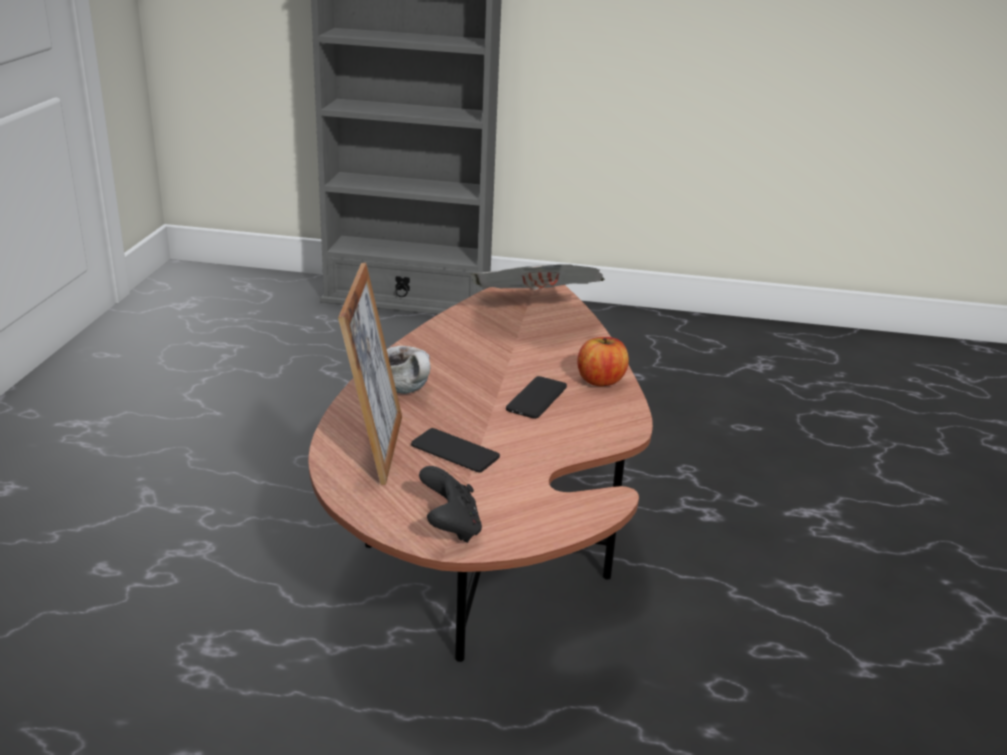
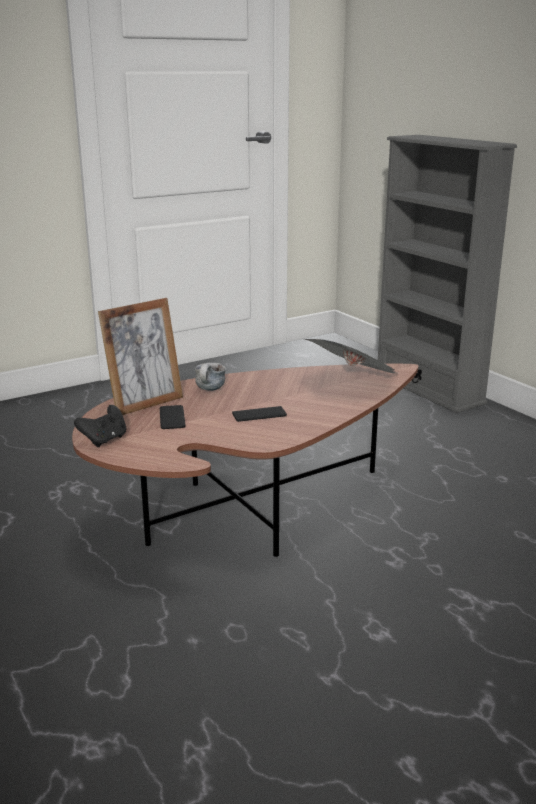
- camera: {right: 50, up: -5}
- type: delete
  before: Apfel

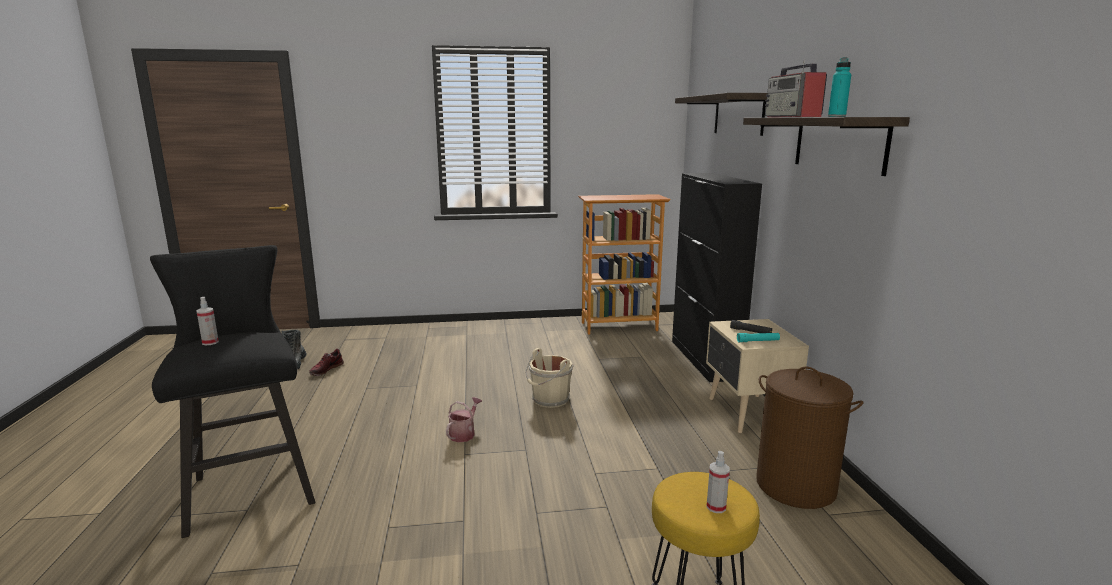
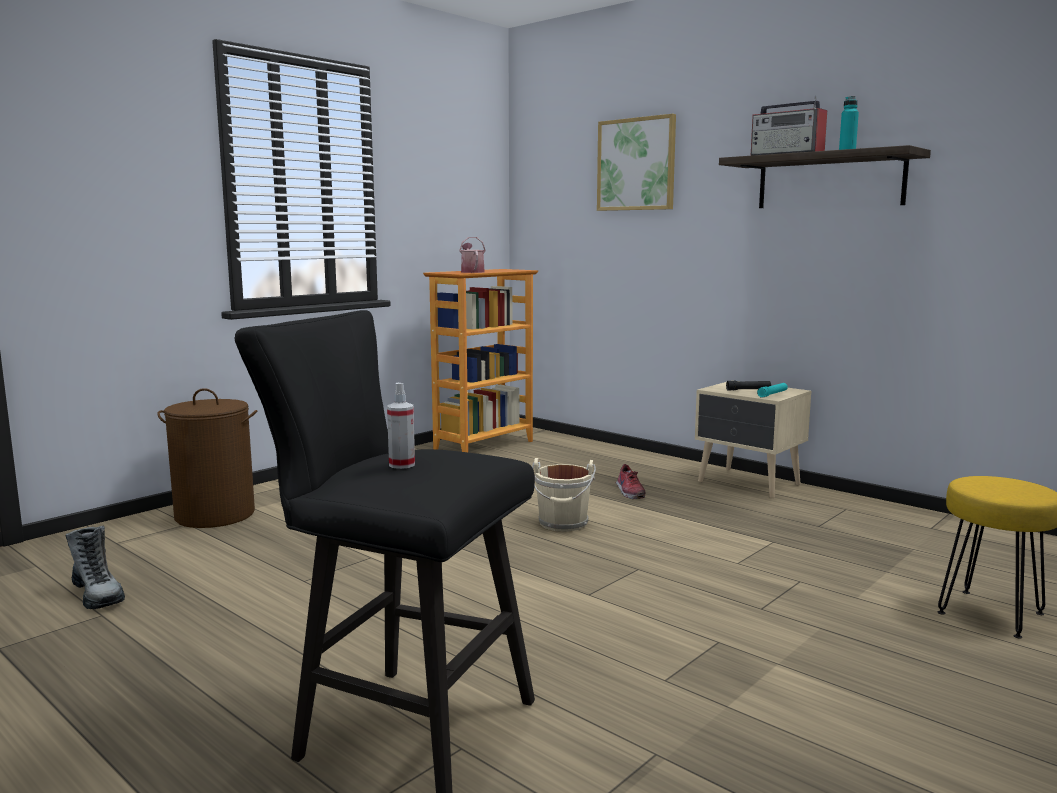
- camera: {right: -40, up: -5}
- type: delete
  before: Schrank/schwarz
- type: delete
  before: Sprühflasche (2nd from left)
- type: move
  before: Schuh
- type: move
  before: Gießkanne
- type: move
  before: Wäschekorb/braun
- type: replace
  before: Wandregal (1st from left)
  after: Bild

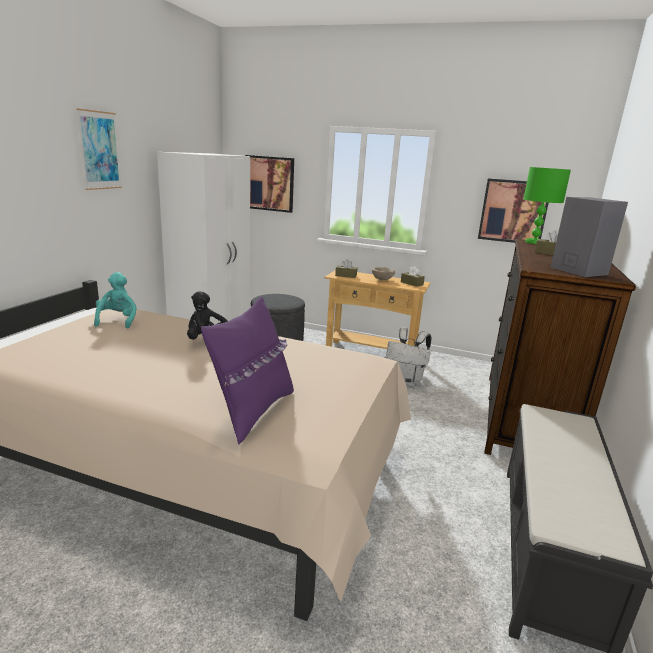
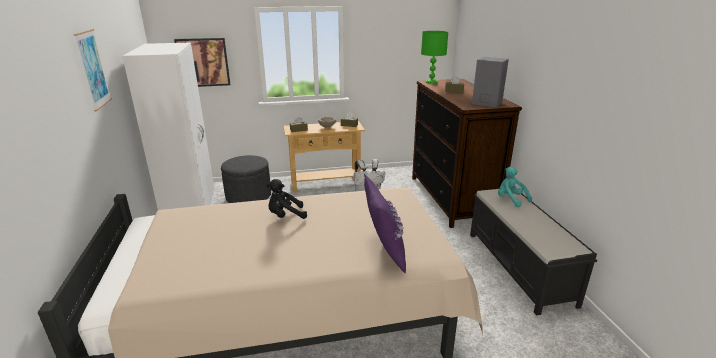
- camera: {right: -30, up: 5}
- type: delete
  before: Bild (3rd from left)
- type: move
  before: Plüschtier/türkis

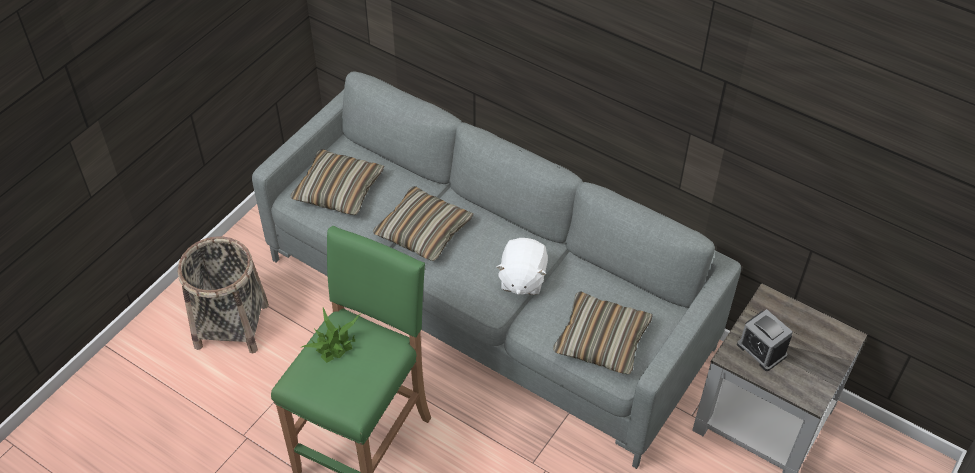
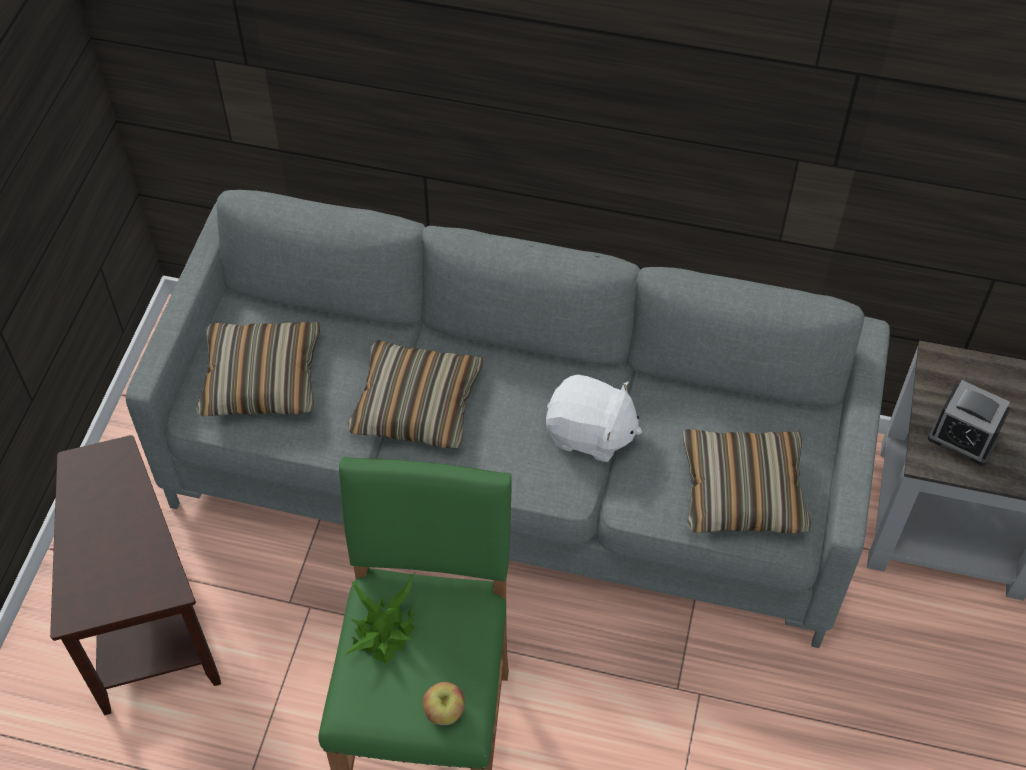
- camera: {right: -20, up: 5}
- type: insert
  after: Apfel
- type: replace
  before: Korb
  after: Beistelltisch/braun
- type: rotate
  before: Plüschtier/weiß
  turn: -60

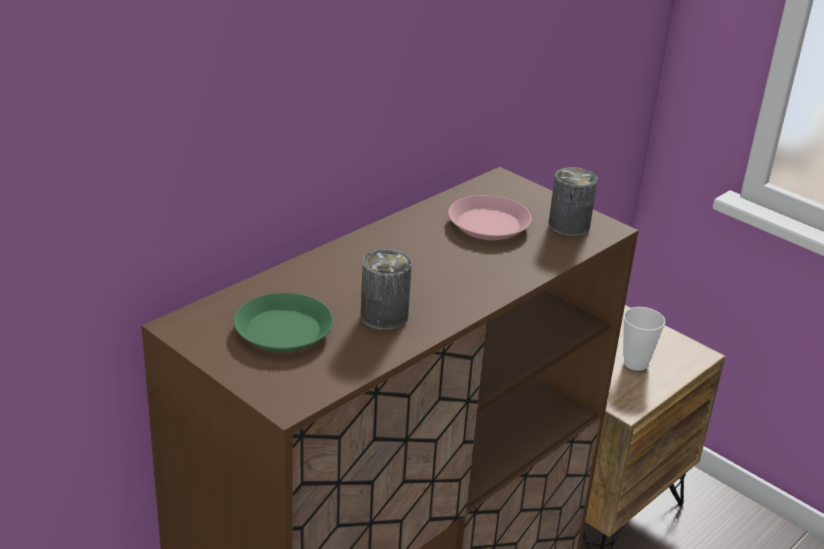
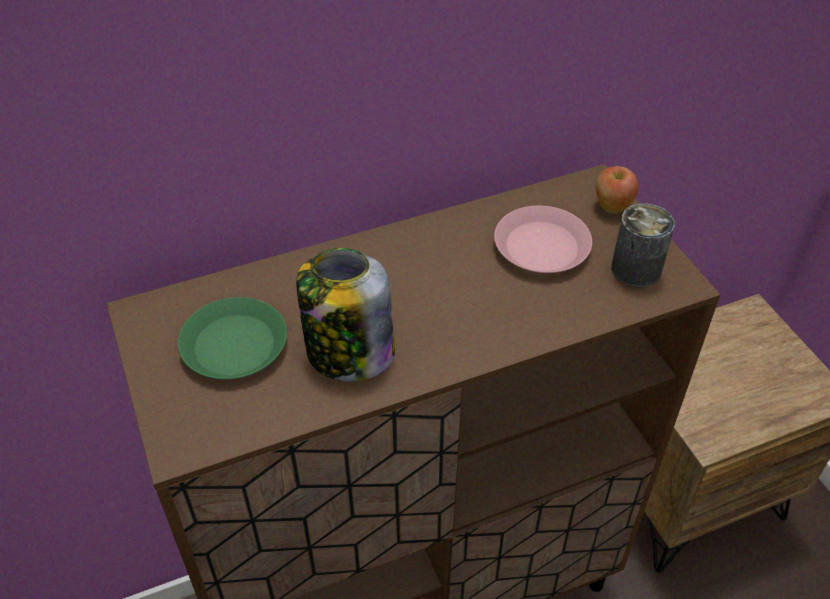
- camera: {right: 25, up: 15}
- type: delete
  before: Tasse
- type: insert
  after: Apfel
- type: replace
  before: Dose (1st from left)
  after: Vorratsglas

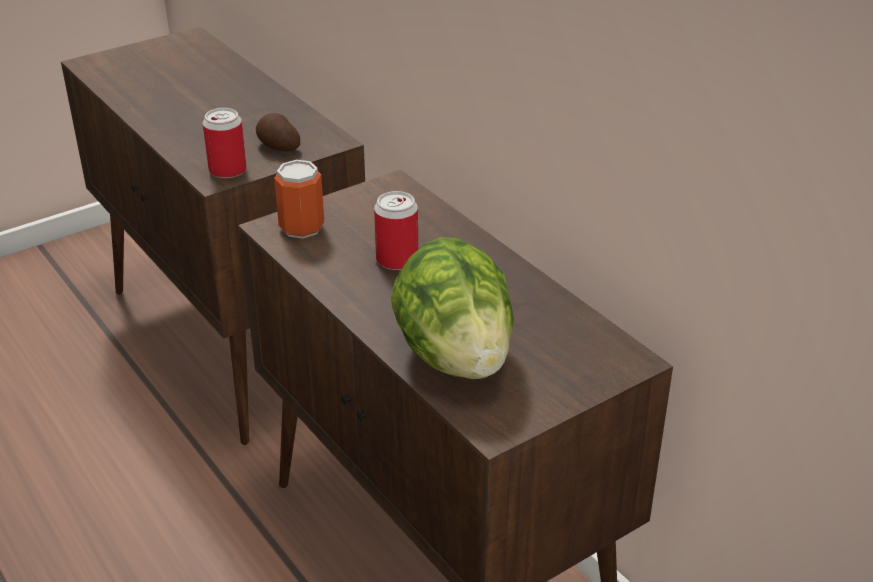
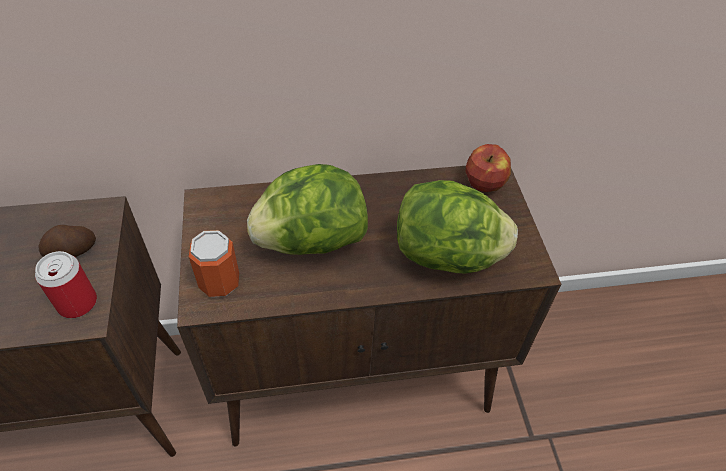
- camera: {right: -65, up: 15}
- type: insert
  after: Apfel
- type: replace
  before: Dose (3rd from left)
  after: Salatkopf (1st from left)

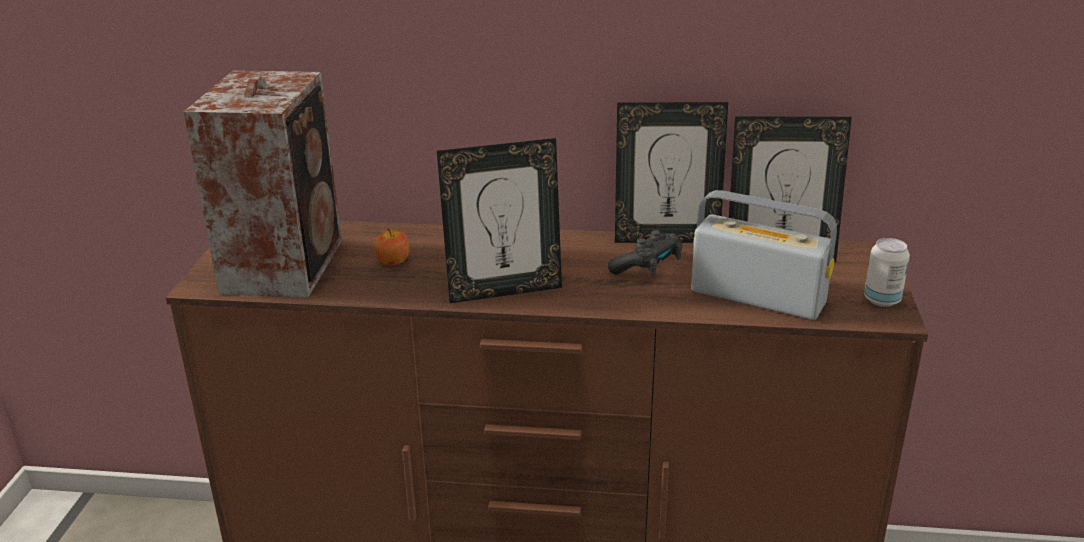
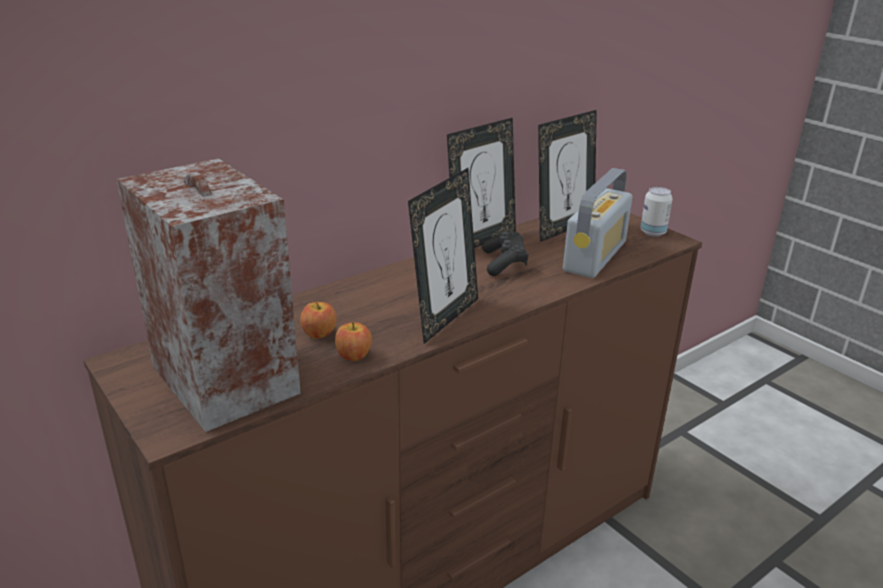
- camera: {right: -45, up: 0}
- type: insert
  after: Apfel (2nd from left)
- type: rotate
  before: Radio
  turn: 135

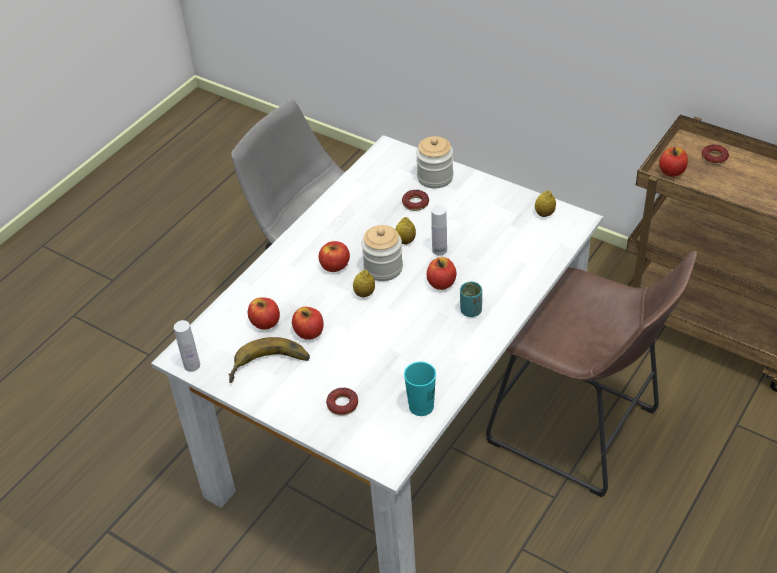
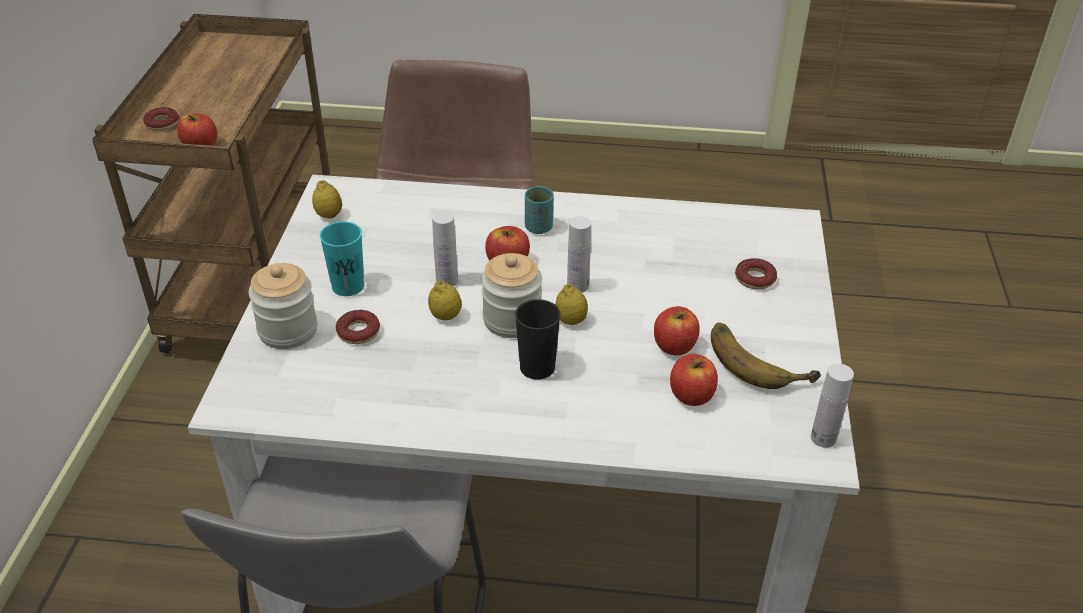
- camera: {right: -120, up: -5}
- type: insert
  after: Flasche/weiß (2nd from left)
- type: move
  before: Tasse/türkis (1st from left)
- type: replace
  before: Apfel (3rd from left)
  after: Tasse/schwarz

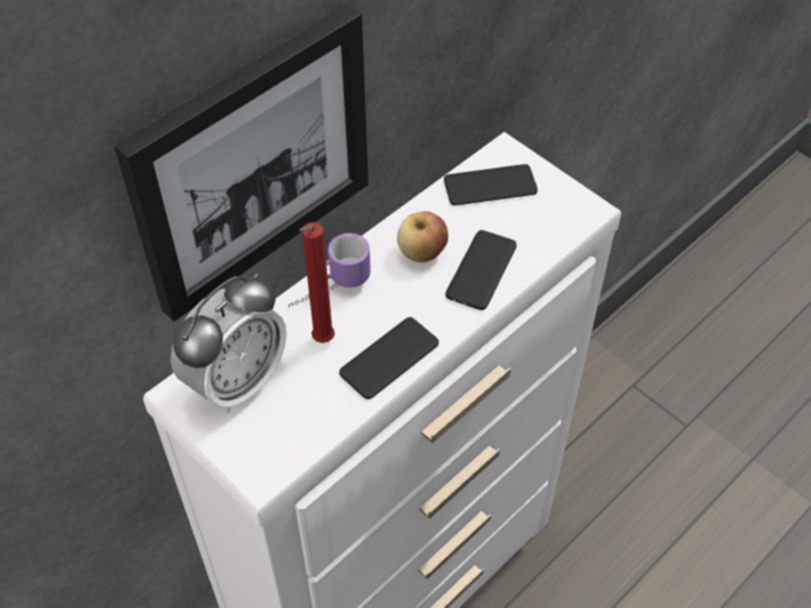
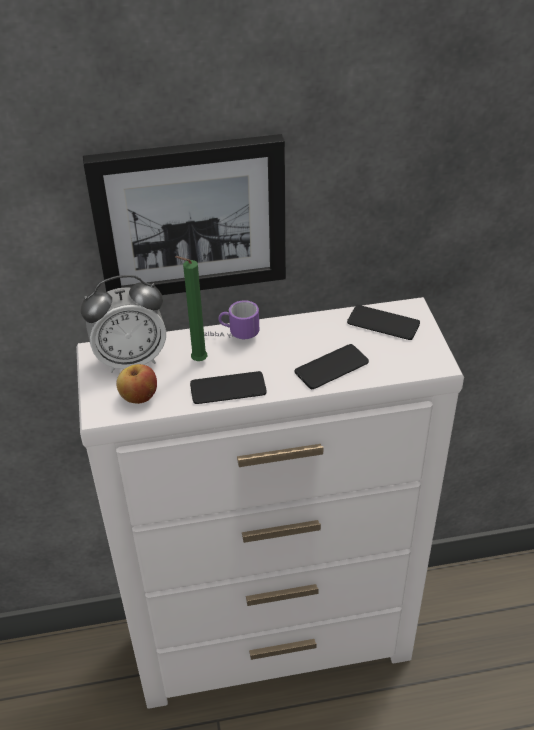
- camera: {right: 35, up: -10}
- type: move
  before: Apfel
- type: recolor
  before: Kerze/rot
  after: Kerze/grün

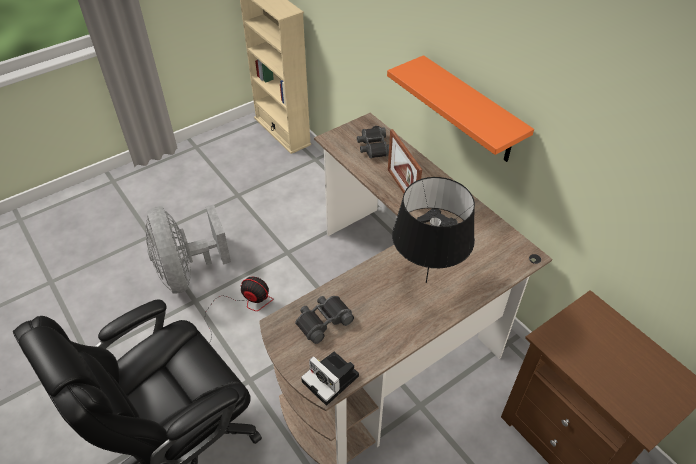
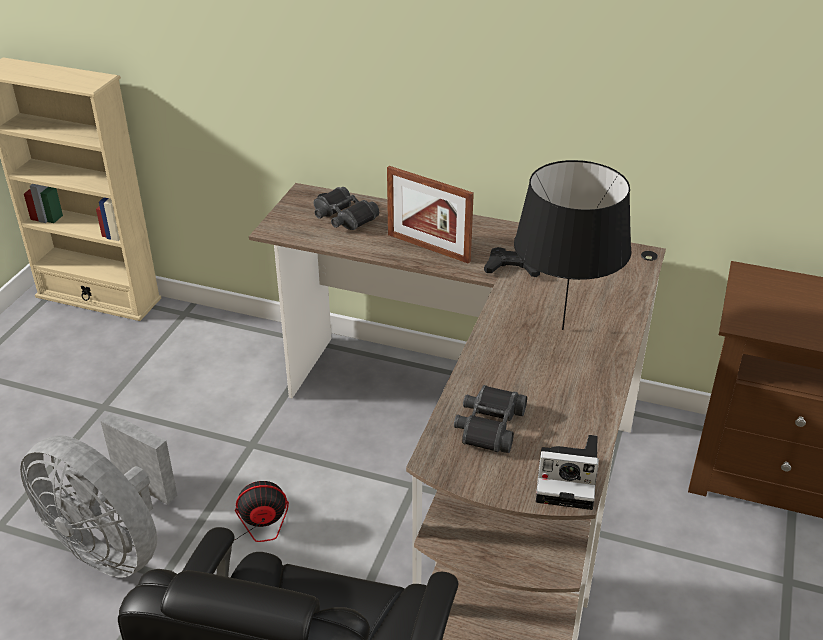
- camera: {right: -35, up: -10}
- type: delete
  before: Wandregal/orange

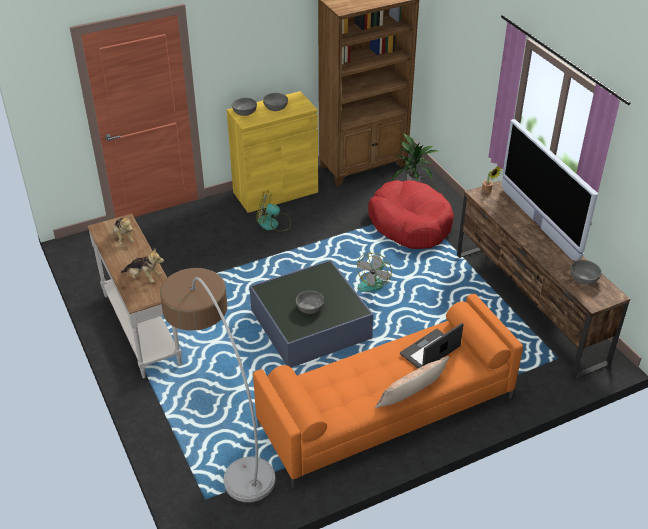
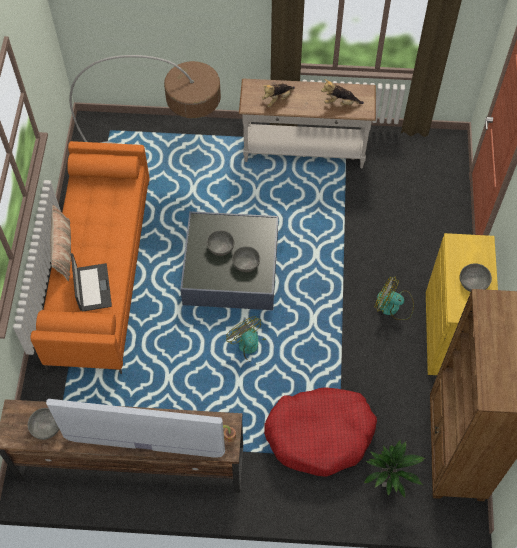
- camera: {right: 120, up: 20}
- type: move
  before: Schüssel/grau (1st from left in the first image)
  after: Schüssel/grau (3rd from left)
- type: rotate
  before: Ventilator (1st from left in the first image)
  turn: -105

